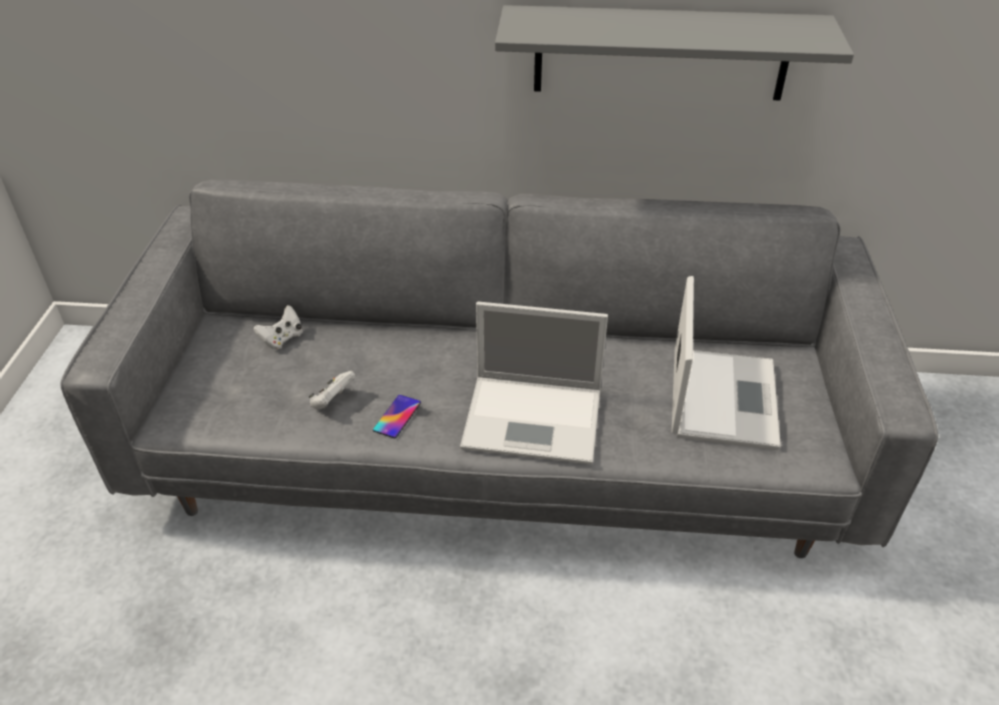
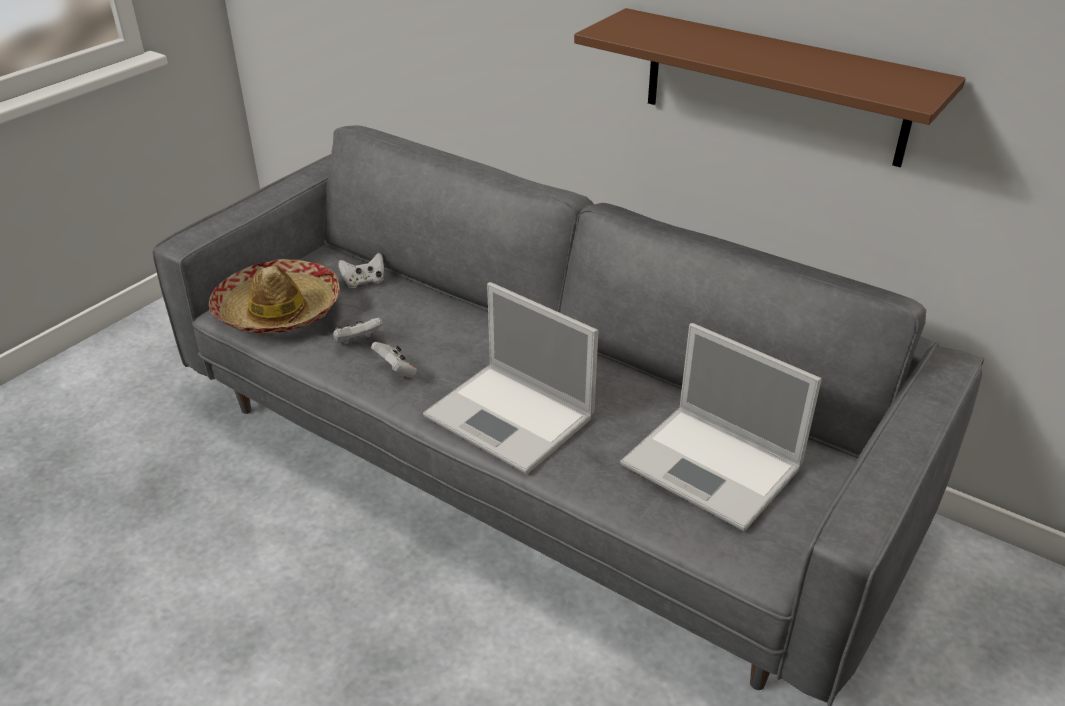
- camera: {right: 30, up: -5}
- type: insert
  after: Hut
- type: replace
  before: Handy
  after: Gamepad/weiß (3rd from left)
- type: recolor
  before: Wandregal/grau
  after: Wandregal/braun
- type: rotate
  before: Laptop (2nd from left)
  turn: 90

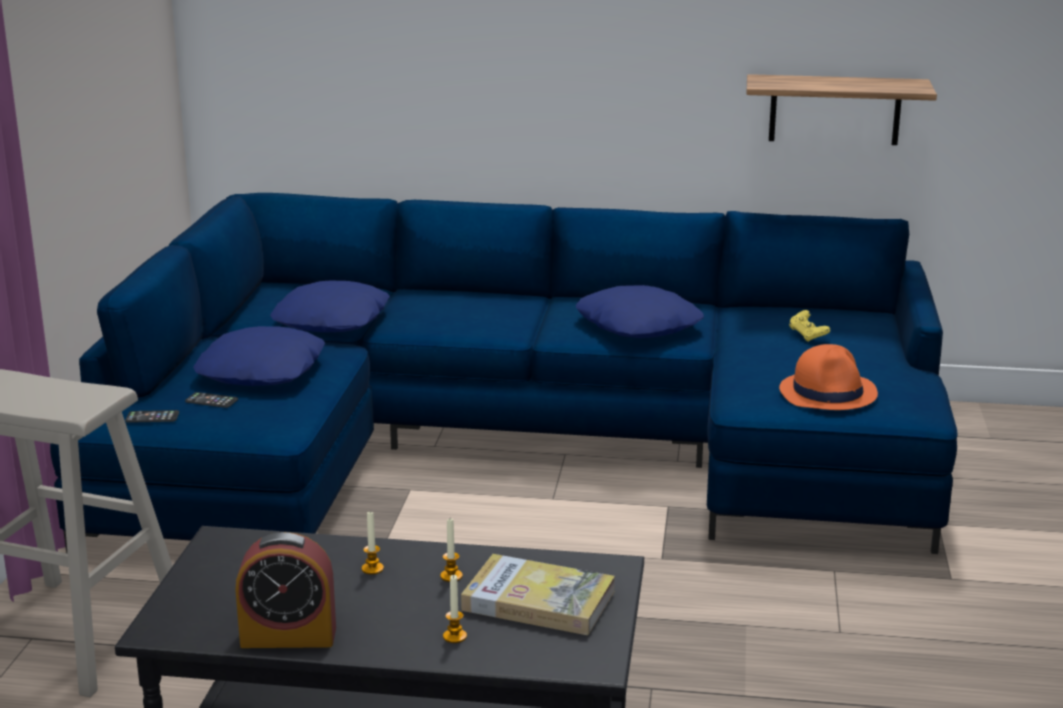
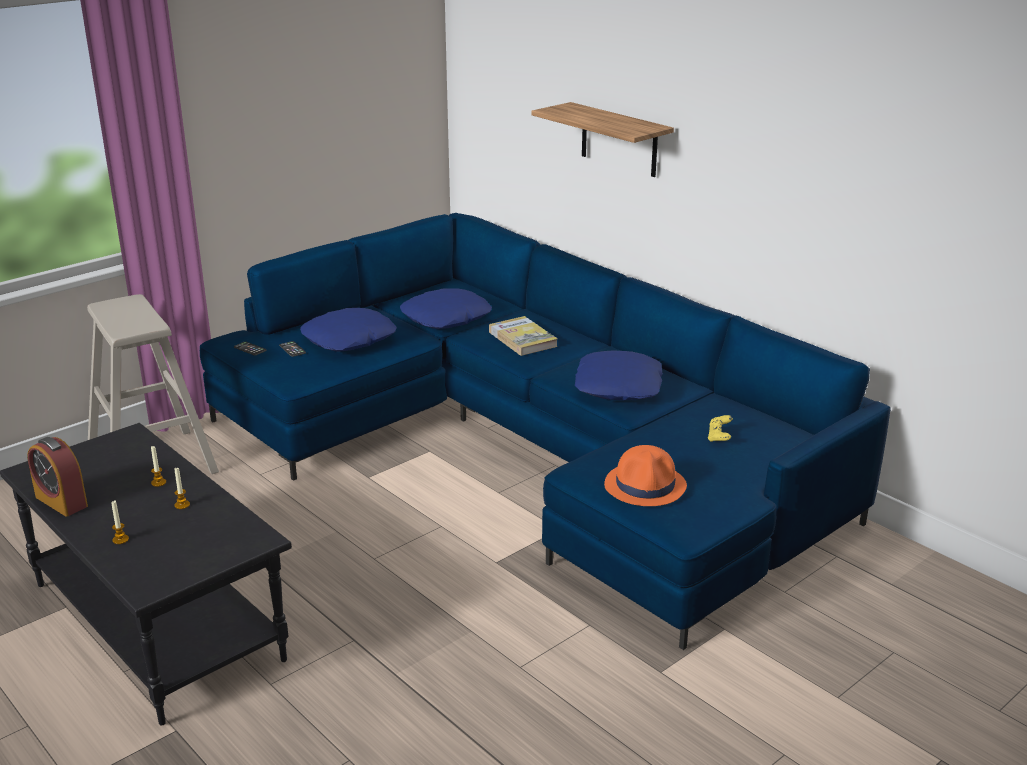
- camera: {right: 40, up: 5}
- type: move
  before: Buch
- type: move
  before: Wandregal

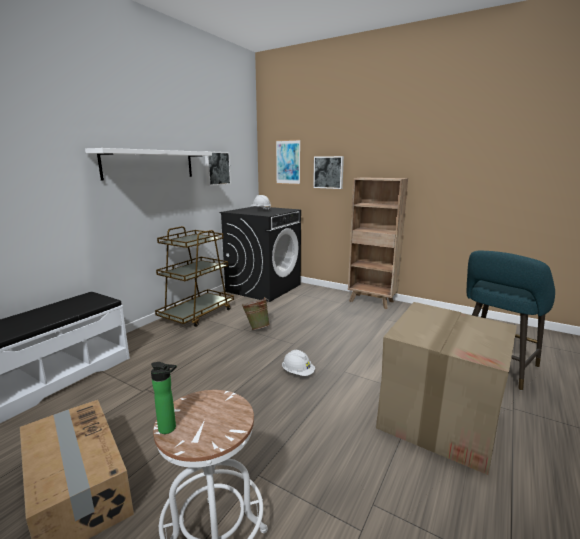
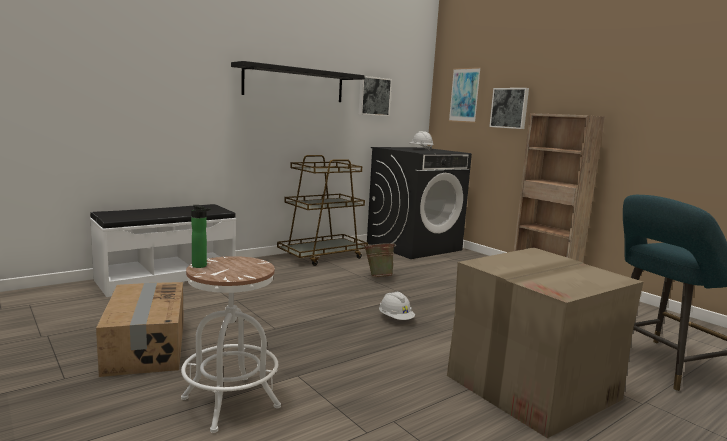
- camera: {right: 20, up: -5}
- type: recolor
  before: Wandregal/weiß
  after: Wandregal/schwarz

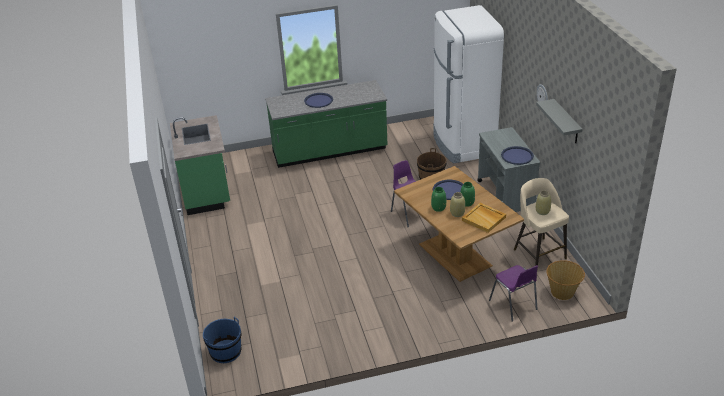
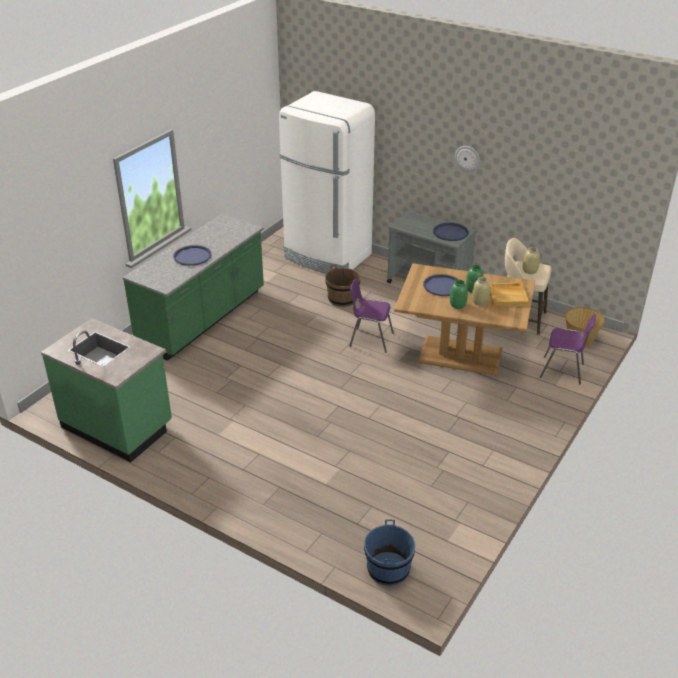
- camera: {right: -45, up: 0}
- type: delete
  before: Wandregal/grau

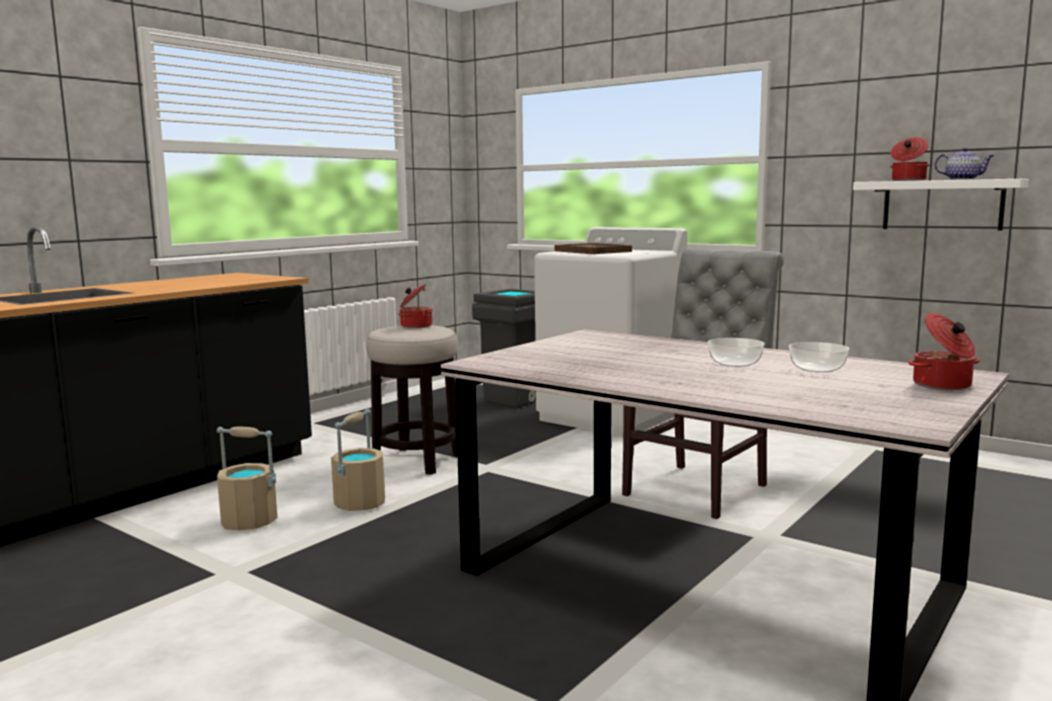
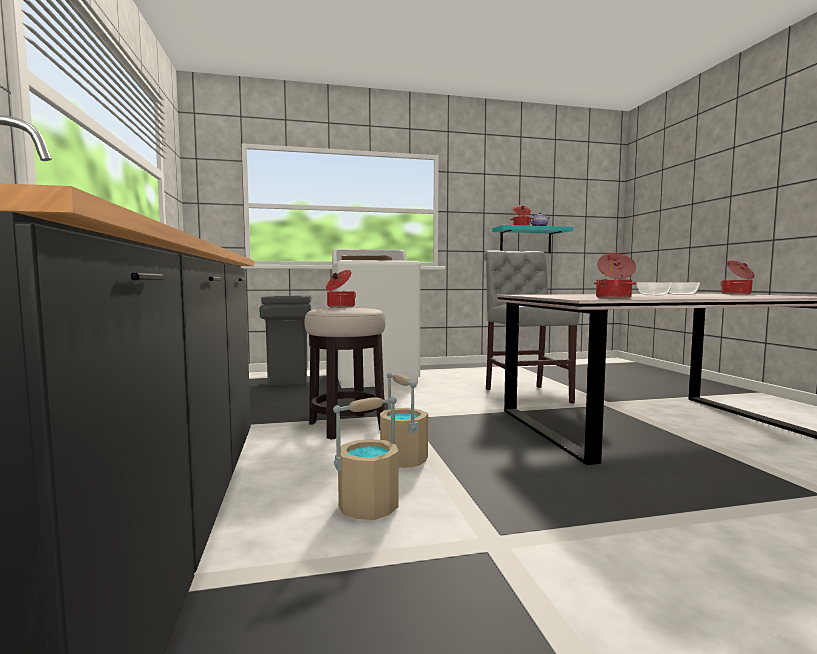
- camera: {right: -50, up: -5}
- type: insert
  after: Kochtopf (3rd from left)
- type: recolor
  before: Wandregal/weiß
  after: Wandregal/türkis

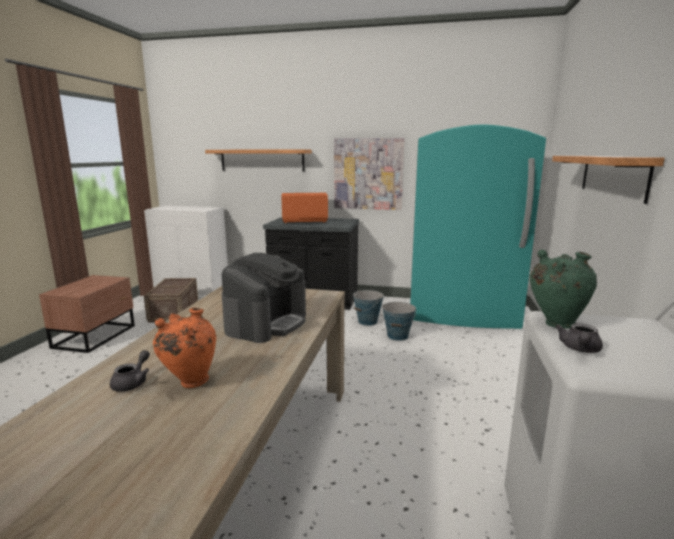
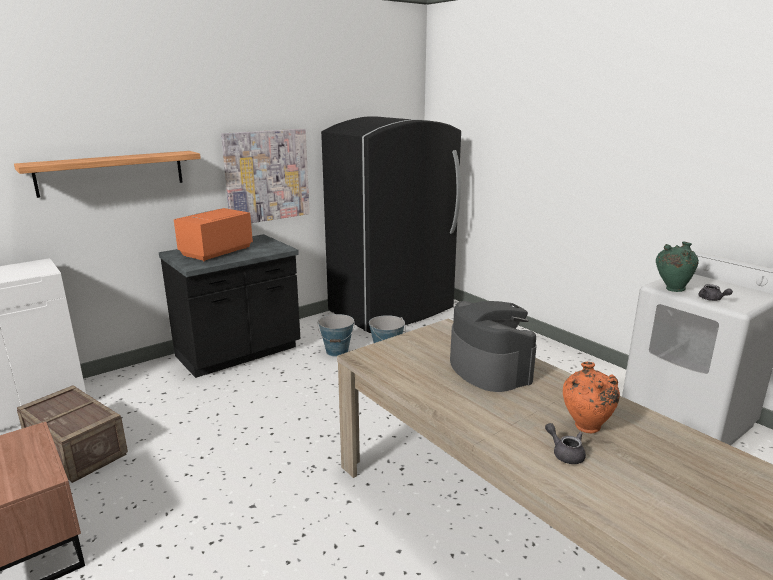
- camera: {right: -50, up: 5}
- type: delete
  before: Wandregal (2nd from left)
- type: recolor
  before: Kühlschrank/türkis
  after: Kühlschrank/schwarz

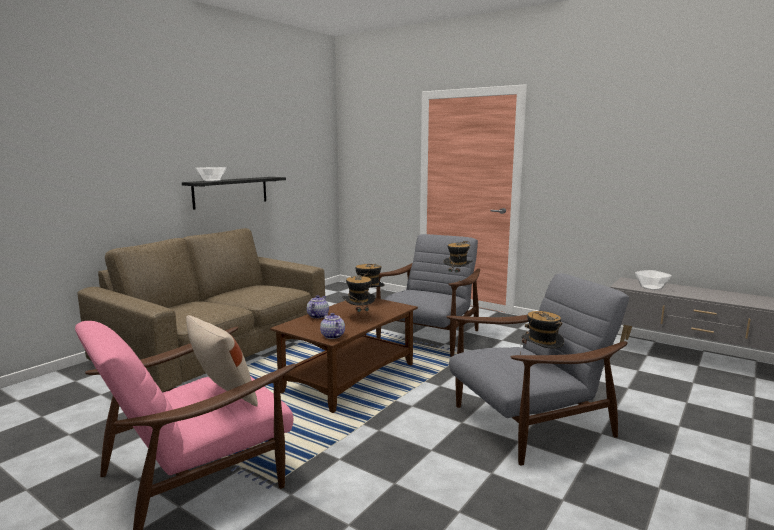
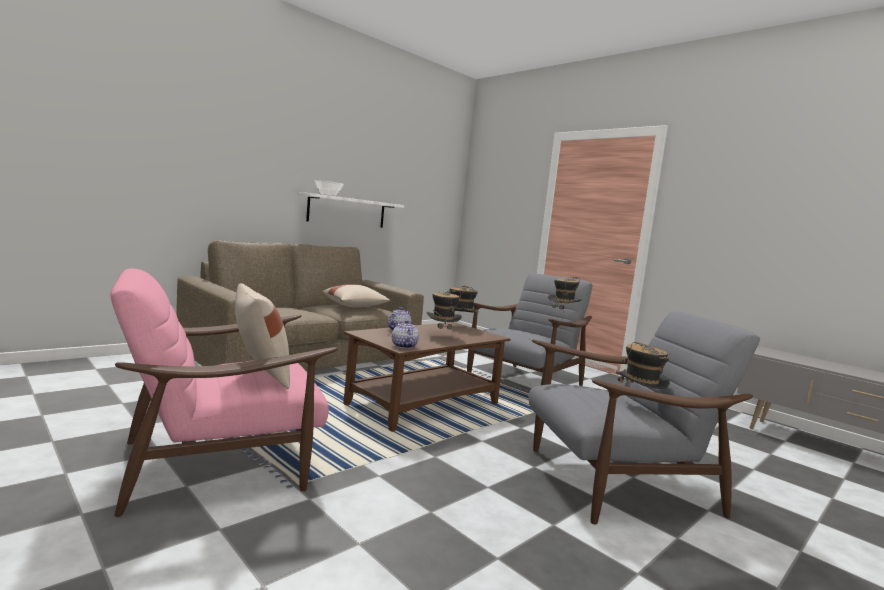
- camera: {right: 10, up: -5}
- type: delete
  before: Schüssel (2nd from left)
- type: insert
  after: Kissen/beige (2nd from left)
- type: recolor
  before: Wandregal/schwarz
  after: Wandregal/weiß

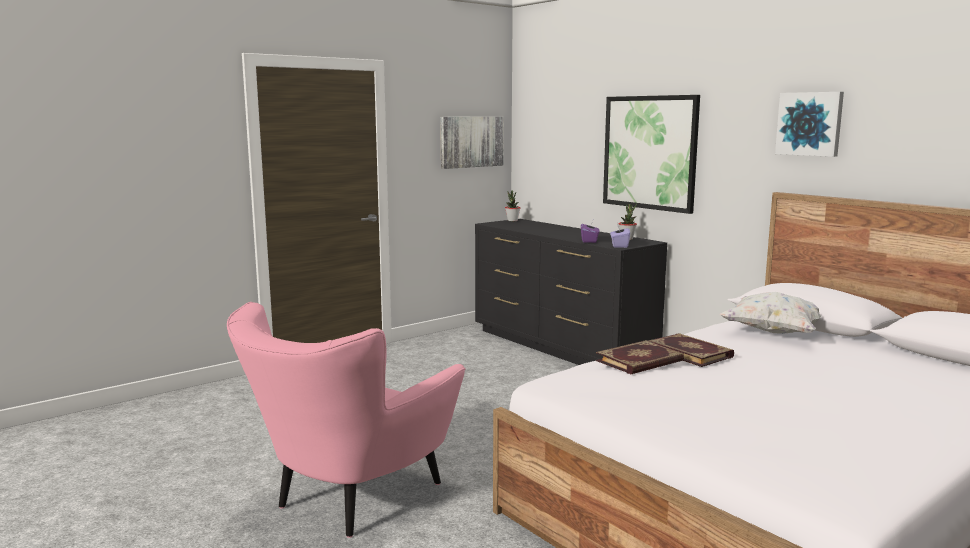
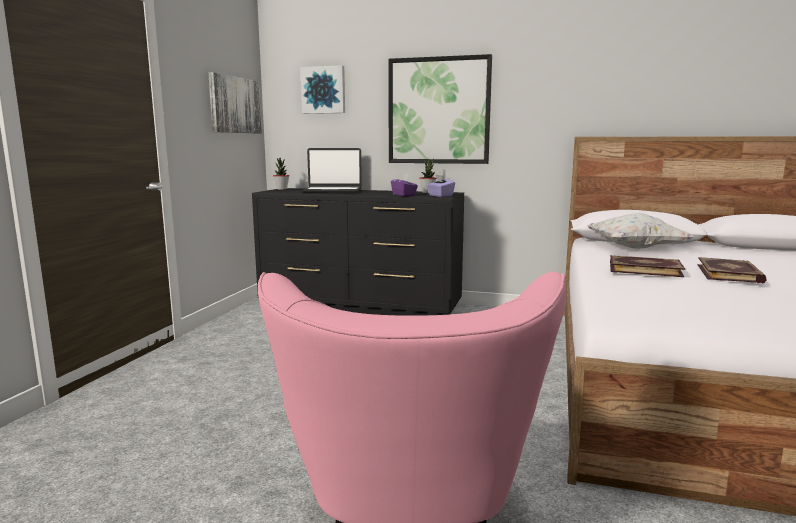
- camera: {right: -35, up: 0}
- type: insert
  after: Laptop
- type: move
  before: Buch (1st from left in the first image)
  after: Buch (2nd from left)
- type: move
  before: Bild (3rd from left in the first image)
  after: Bild (2nd from left)

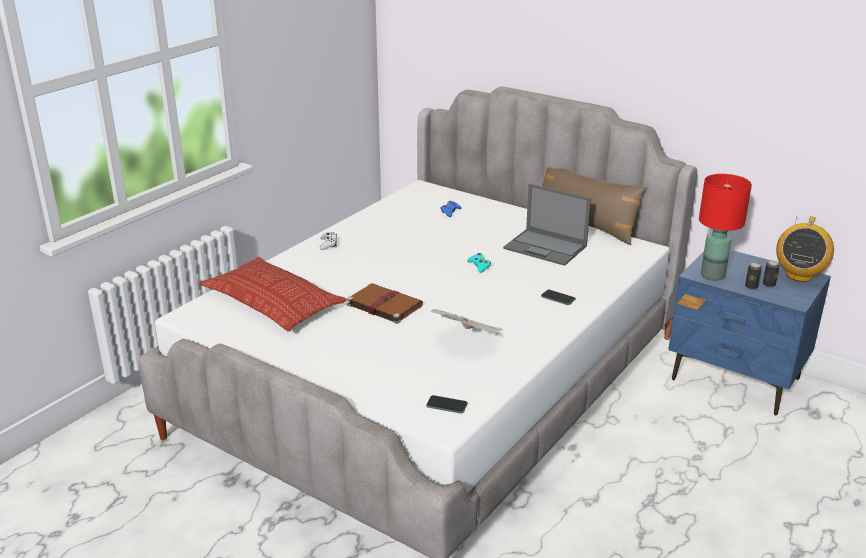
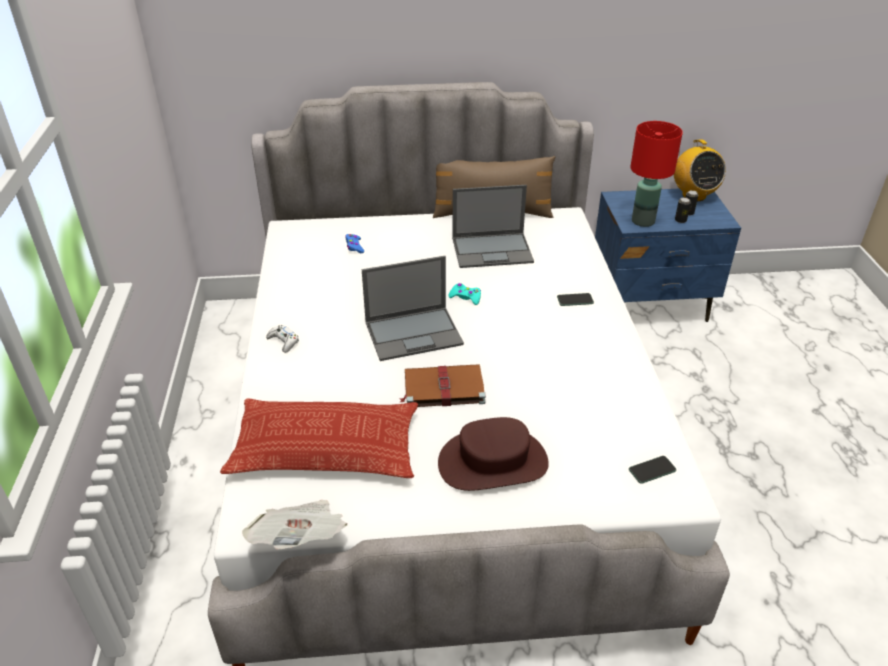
- camera: {right: -40, up: 10}
- type: insert
  after: Laptop (1st from left)
- type: insert
  after: Hut/braun
- type: move
  before: Zeitung

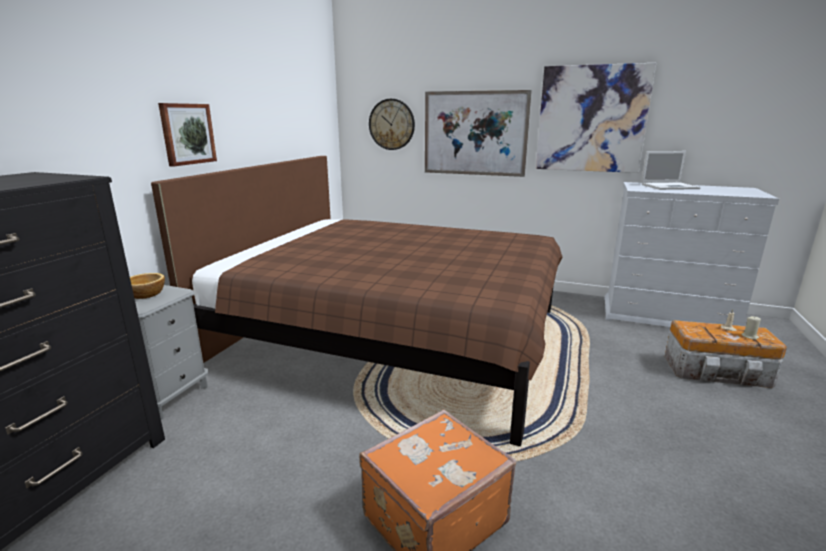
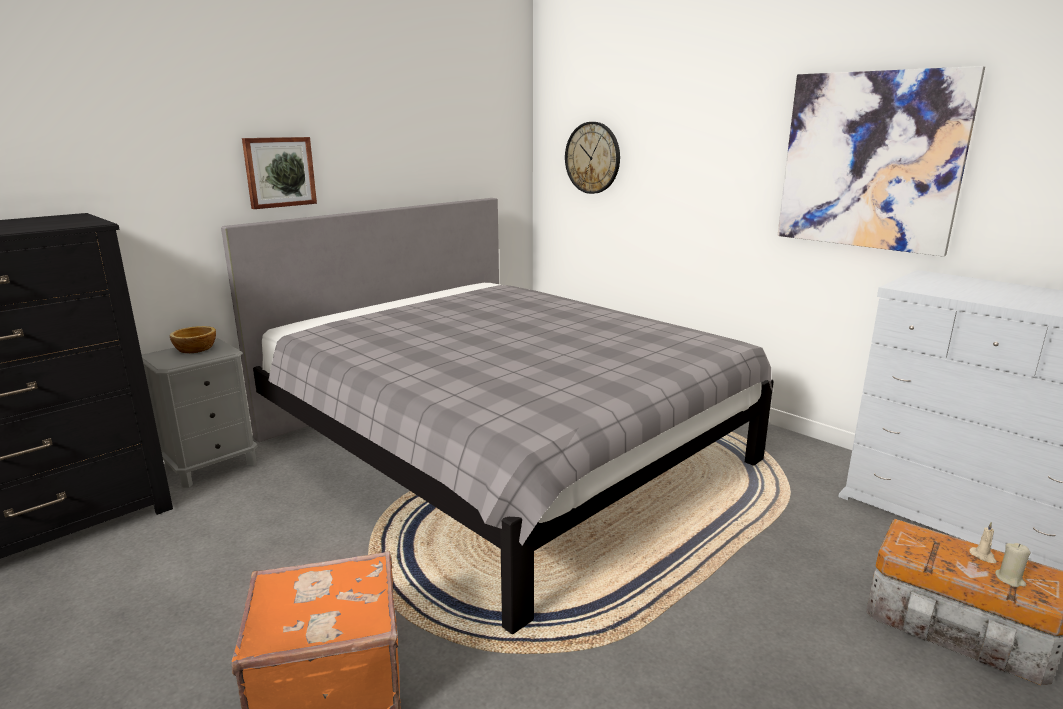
- camera: {right: 25, up: 0}
- type: delete
  before: Bild (2nd from left)
- type: delete
  before: Laptop
- type: recolor
  before: Bett/braun
  after: Bett/grau

